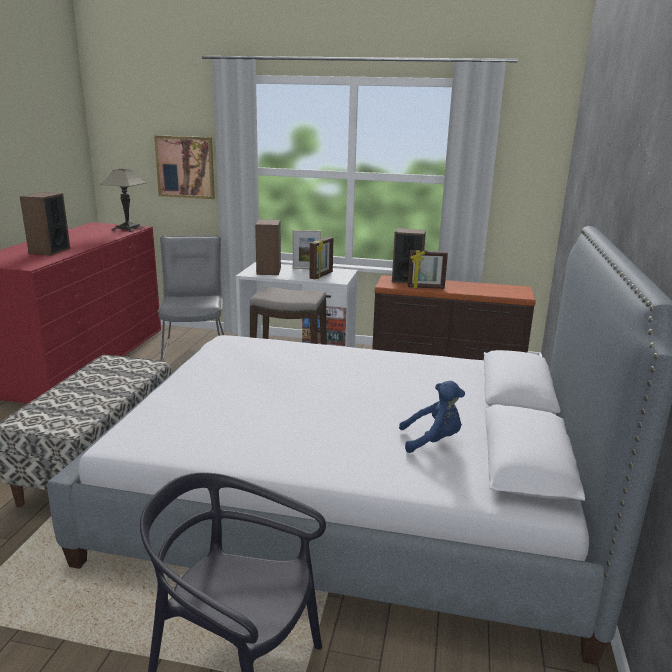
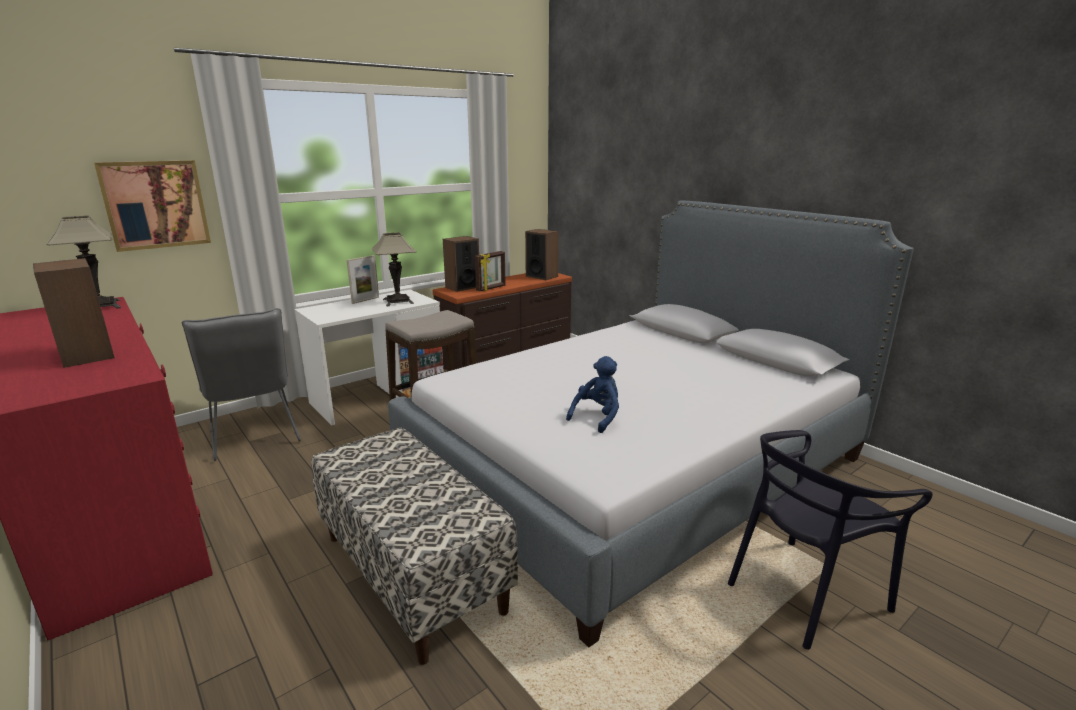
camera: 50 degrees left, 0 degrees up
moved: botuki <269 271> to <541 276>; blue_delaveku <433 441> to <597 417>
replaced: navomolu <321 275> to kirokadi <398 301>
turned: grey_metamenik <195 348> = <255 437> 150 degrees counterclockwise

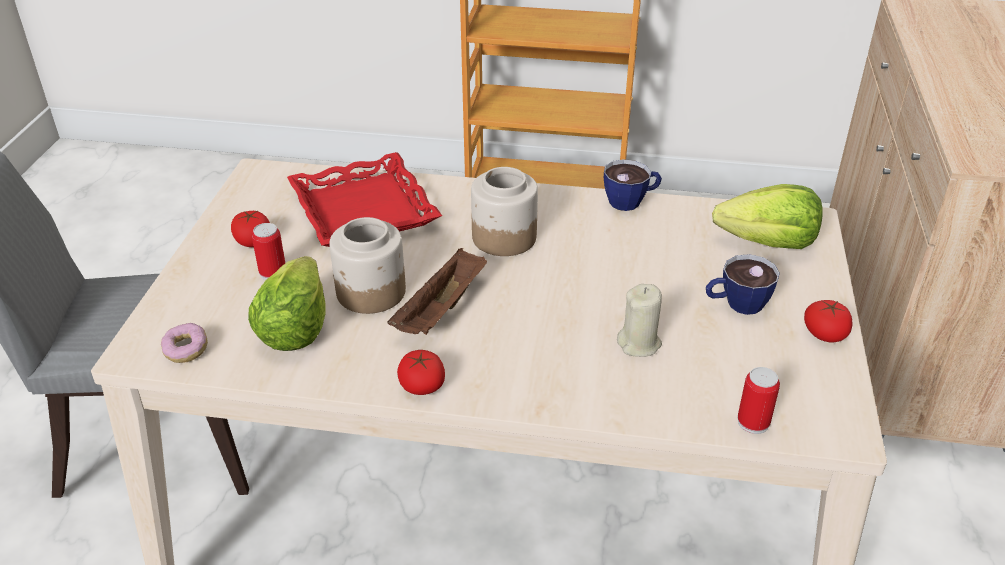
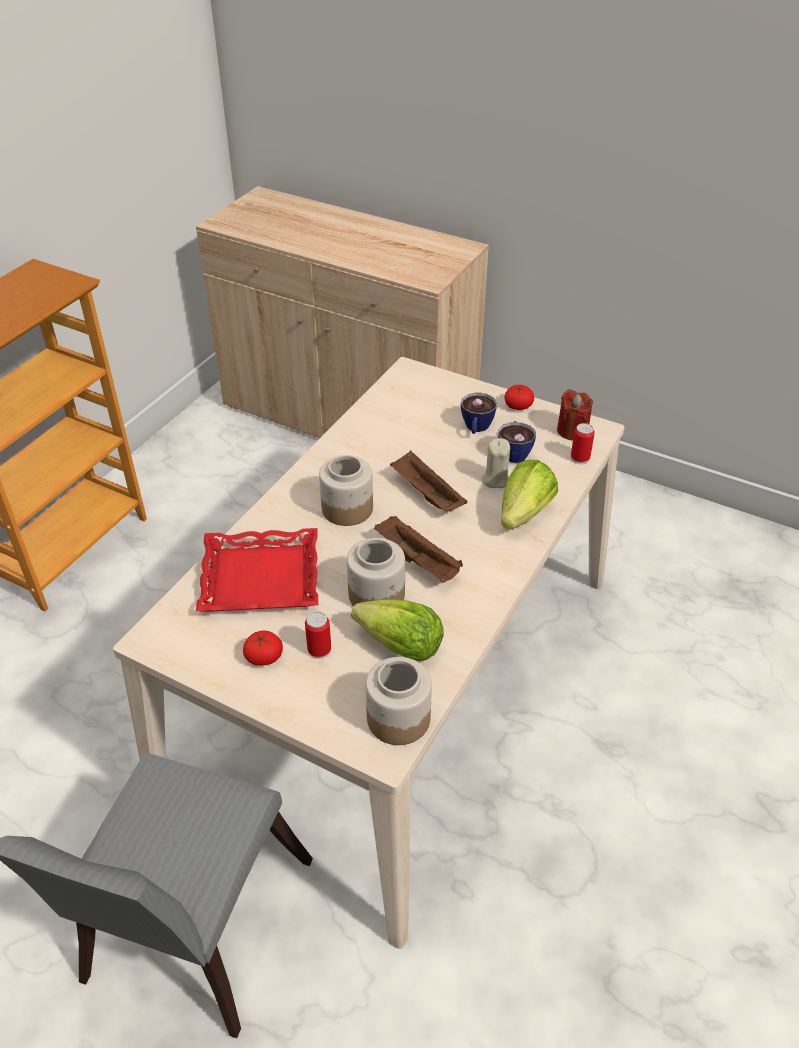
camera: 70 degrees left, 5 degrees up
removed: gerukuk <422 385>
added: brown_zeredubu <426 494>; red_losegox <572 431>
moved: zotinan <631 201> to <514 451>; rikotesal <768 243> to <524 513>
replaced: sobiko <186 350> to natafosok <398 718>

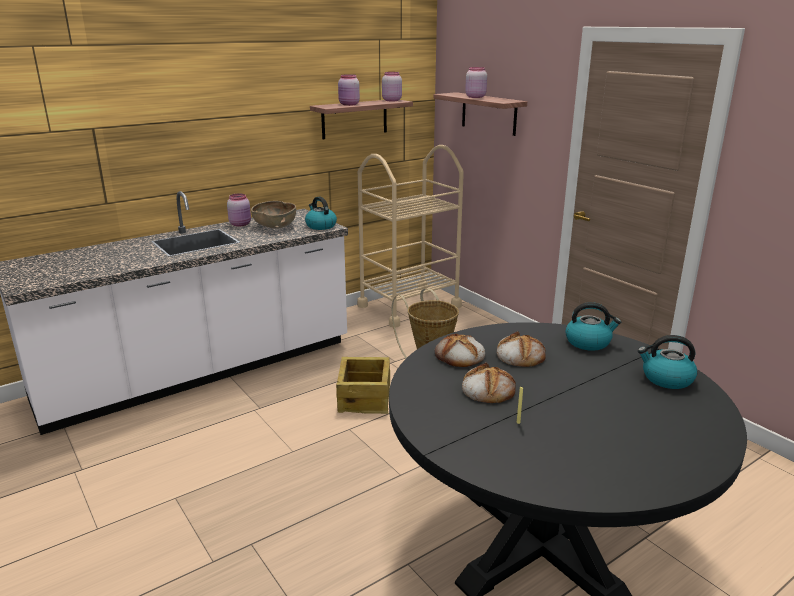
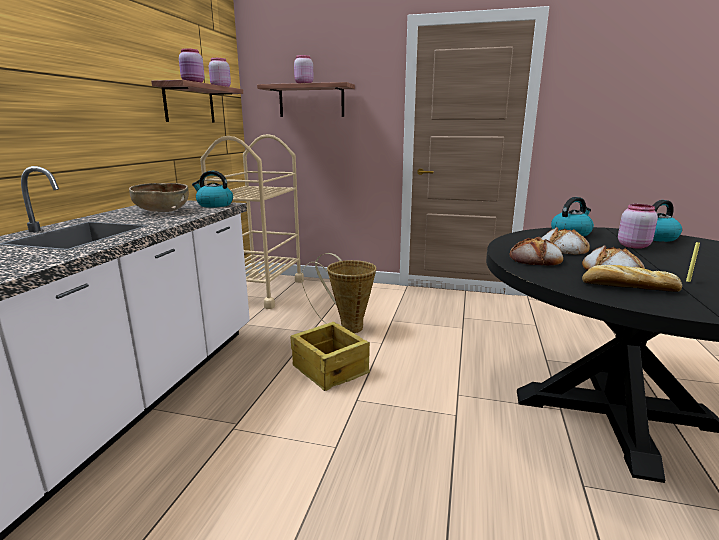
camera: 40 degrees left, 5 degrees down
added: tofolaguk <627 287>
moved: pink_natafosok <241 224> to <633 245>

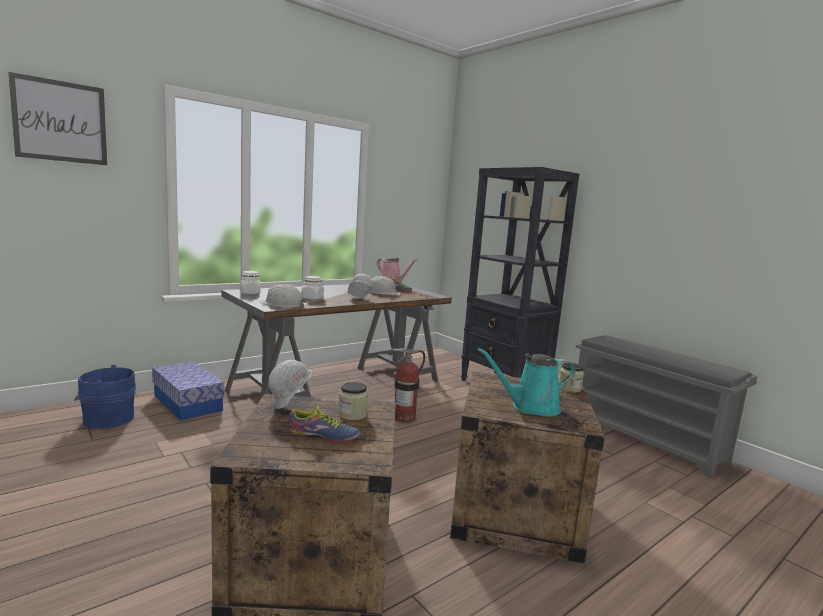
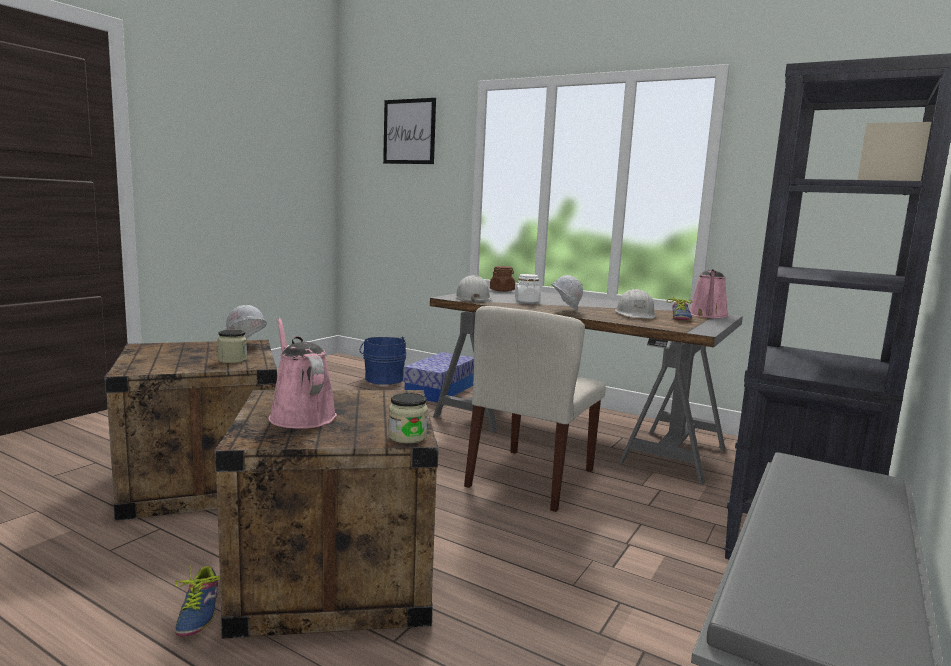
camera: 70 degrees right, 0 degrees up
moved: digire <323 436> to <195 613>
replaced: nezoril <404 417> to beige_metamenik <531 478>
recoloured: white_natafosok <250 293> to brown_natafosok <502 290>; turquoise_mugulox <531 407> to pink_mugulox <300 415>

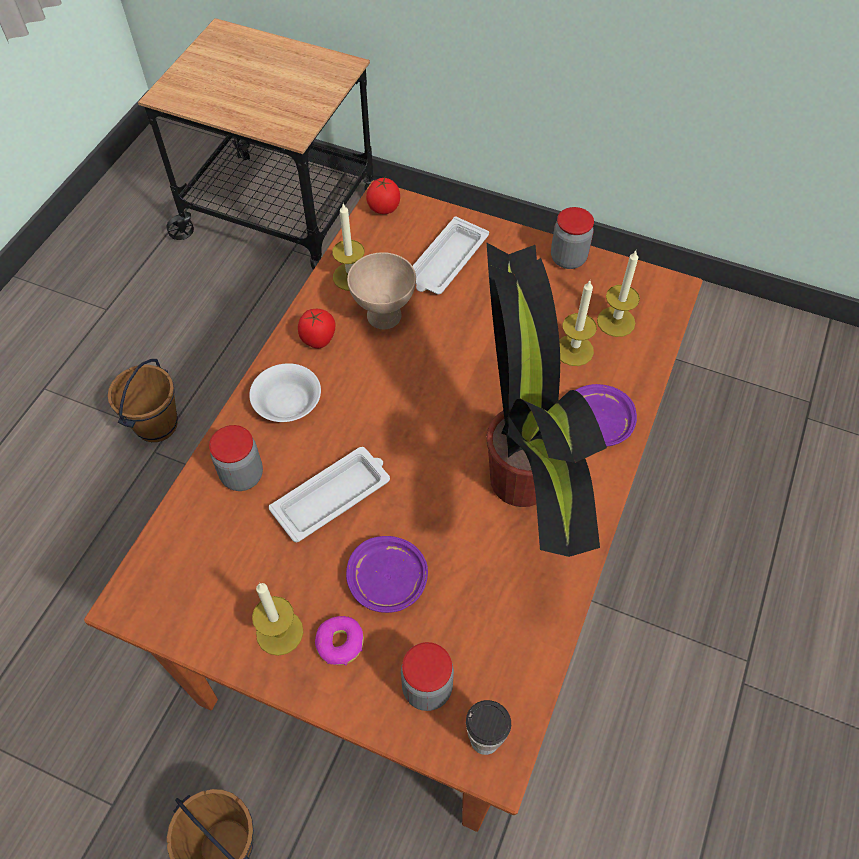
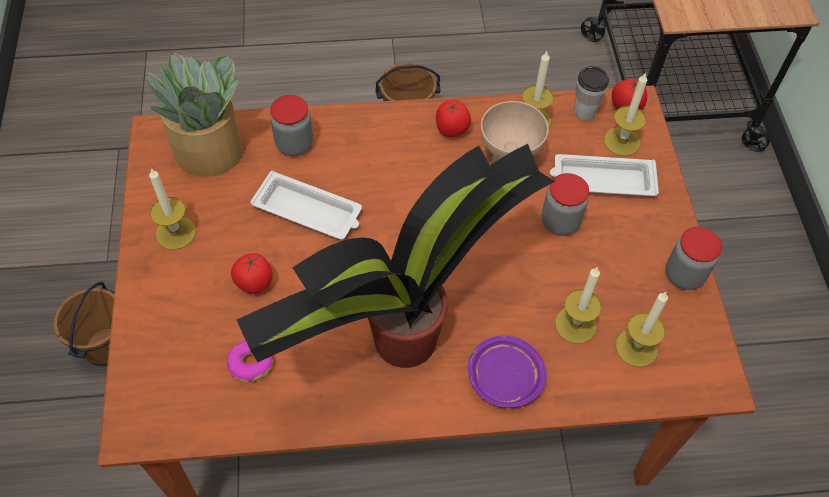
camera: 60 degrees right, 0 degrees up
removed: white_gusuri <287 403>
added: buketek <210 152>; losegox <622 141>
moved: sobiko <340 643> to <251 363>; natafosok <427 688> to <560 222>; zotinan <484 739> to <584 111>
replaced: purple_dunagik <388 580> to gerukuk <254 283>

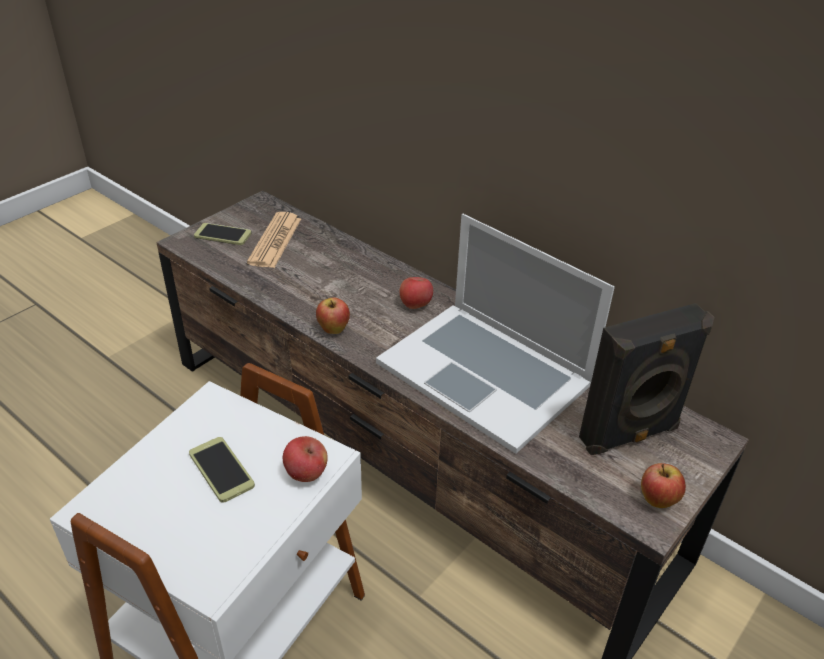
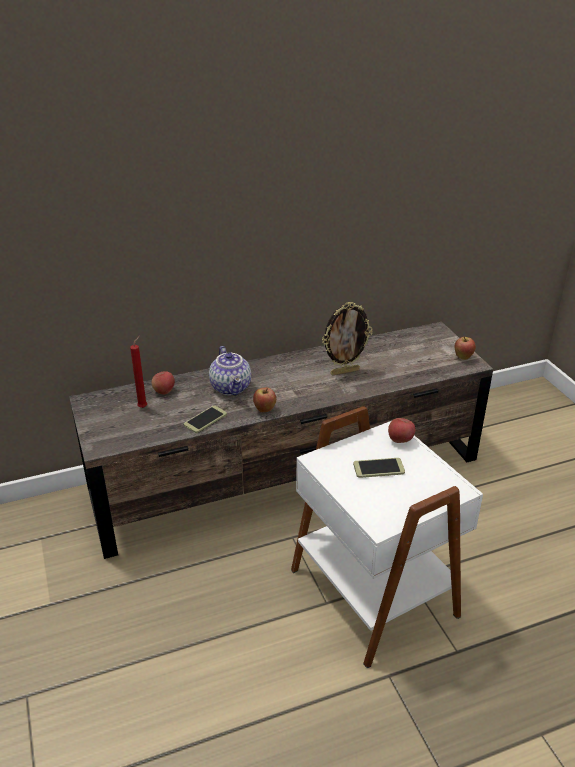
camera: 60 degrees left, 5 degrees down
removed: black_botuki <630 435>
added: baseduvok <232 388>
moved: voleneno <223 235> to <205 420>; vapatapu <415 304> to <164 391>
replaced: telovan <275 241> to red_losegox <144 407>; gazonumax <485 372> to navomolu <344 371>

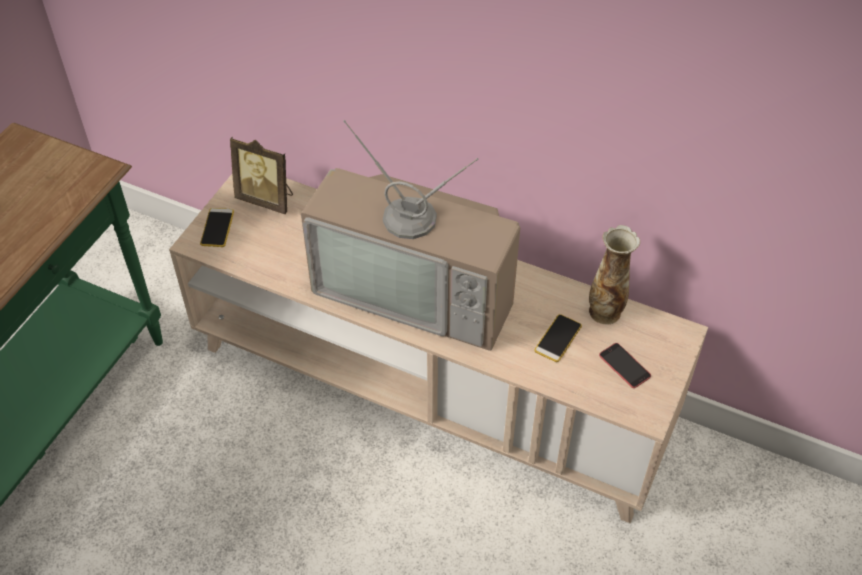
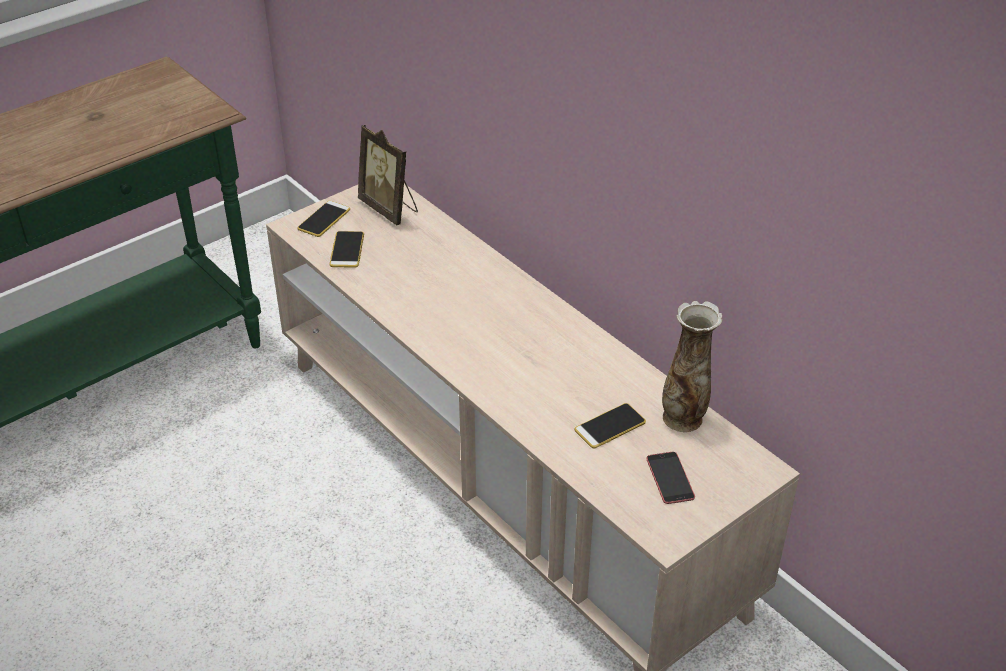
camera: 25 degrees right, 10 degrees down
removed: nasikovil <418 288>
added: voleneno <347 250>

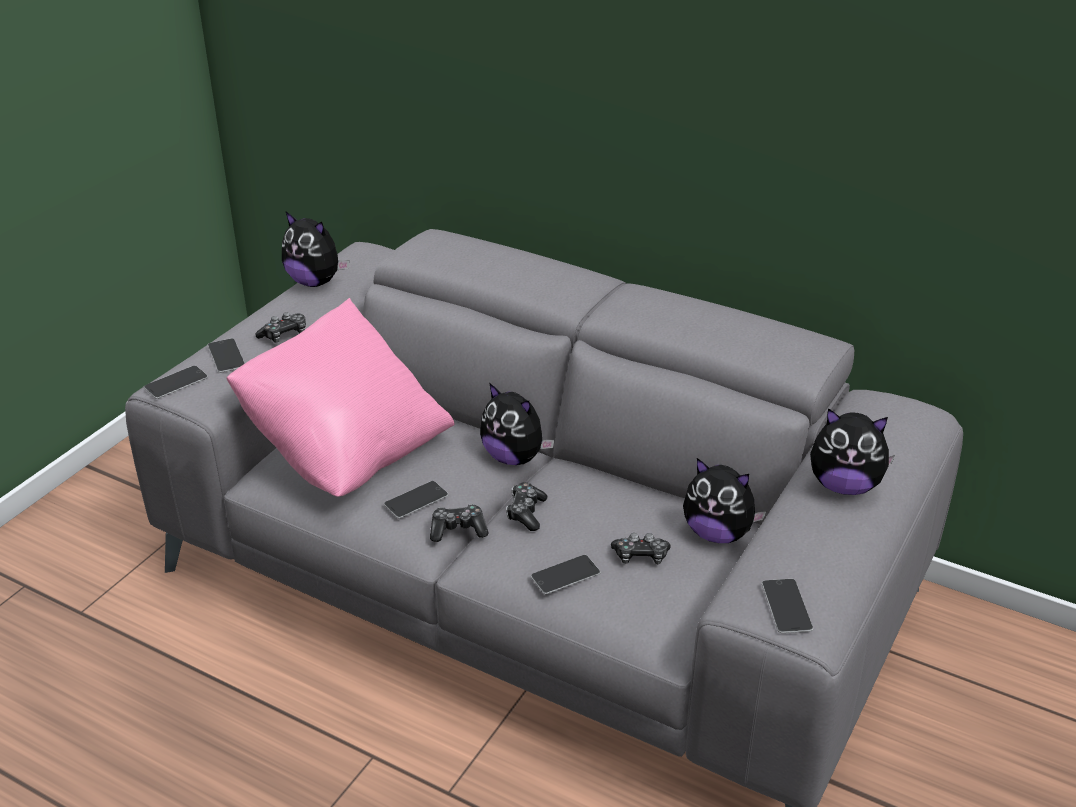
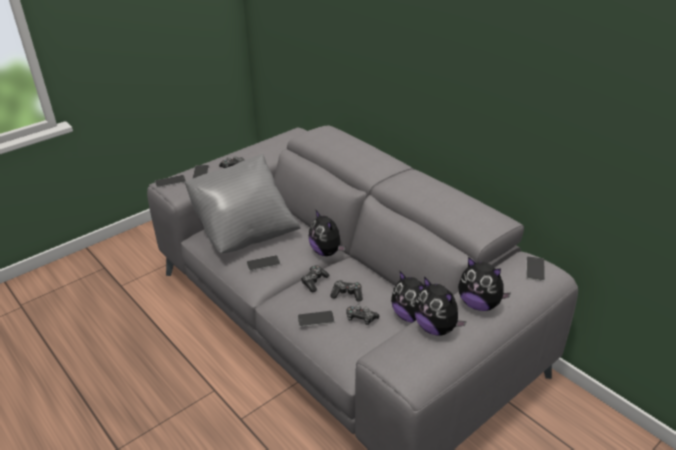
camera: 20 degrees right, 0 degrees up
moved: delaveku <315 282> to <436 327>; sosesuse <458 530> to <347 294>; voleneno <786 606> to <535 268>
recoloured: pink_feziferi <346 449> to grey_feziferi <245 230>

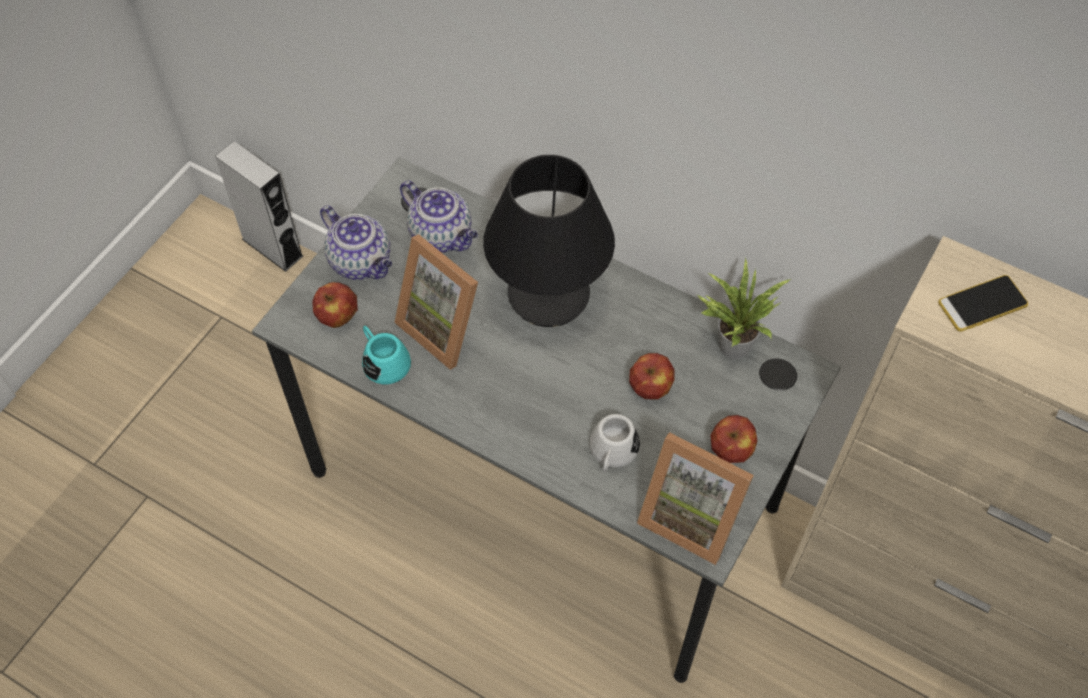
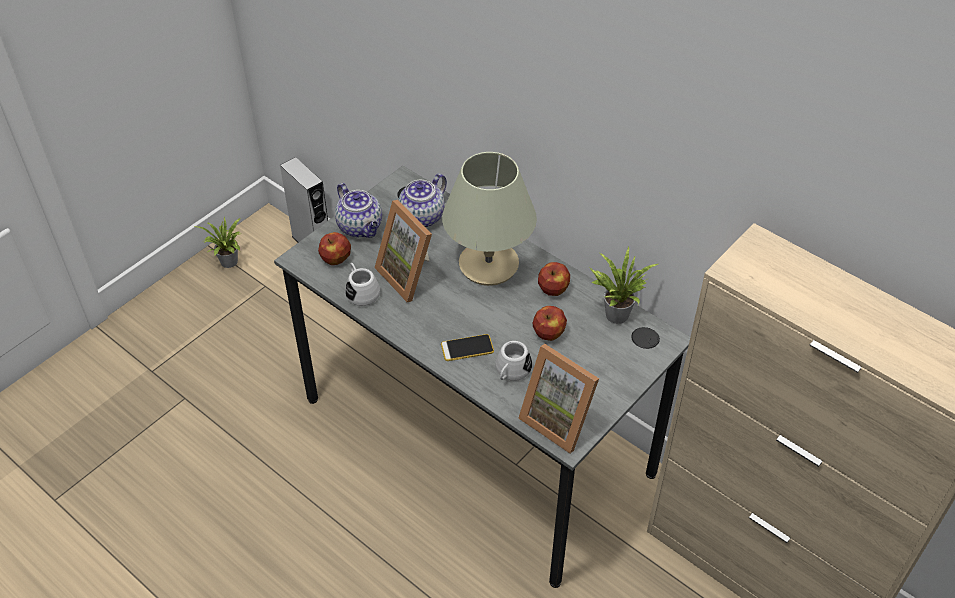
camera: 10 degrees right, 10 degrees down
added: buketek <229 263>
moved: vapatapu <731 449> to <553 289>; voleneno <982 304> to <467 348>
recoloured: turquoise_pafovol <383 361> to white_pafovol <361 291>; black_kirokadi <549 294> to beige_kirokadi <489 265>
turned: baseduvok <442 235> = <421 218> 75 degrees clockwise

